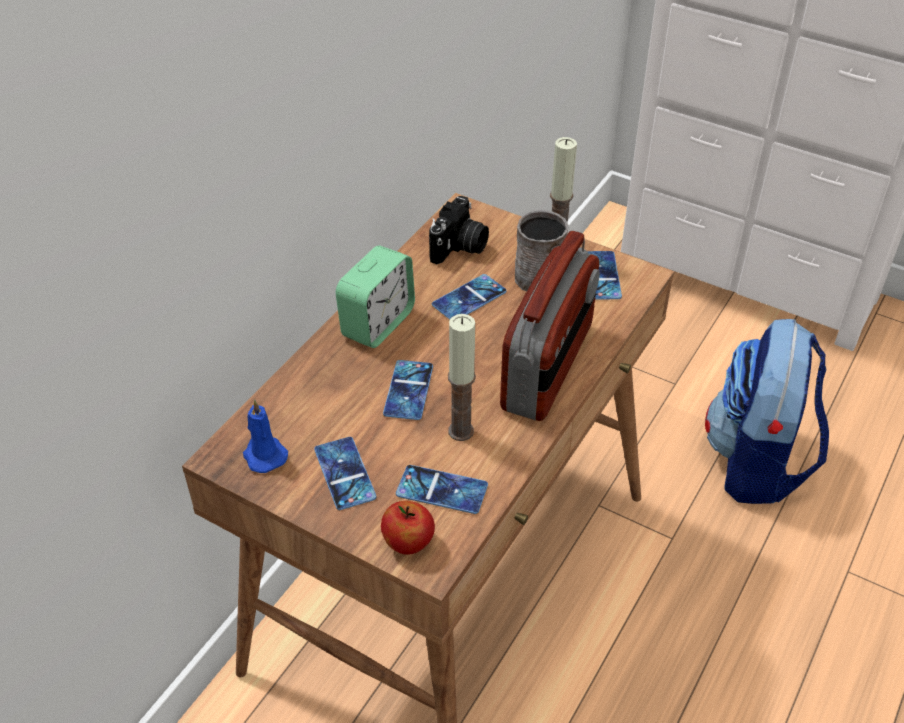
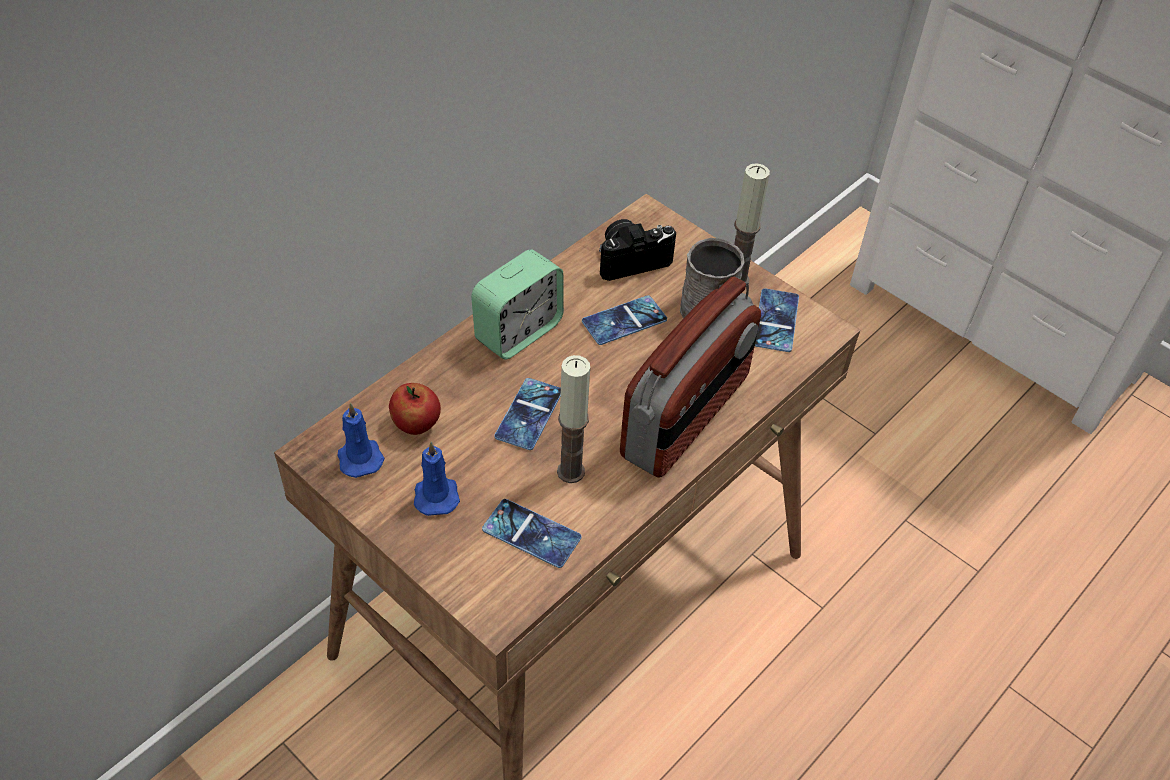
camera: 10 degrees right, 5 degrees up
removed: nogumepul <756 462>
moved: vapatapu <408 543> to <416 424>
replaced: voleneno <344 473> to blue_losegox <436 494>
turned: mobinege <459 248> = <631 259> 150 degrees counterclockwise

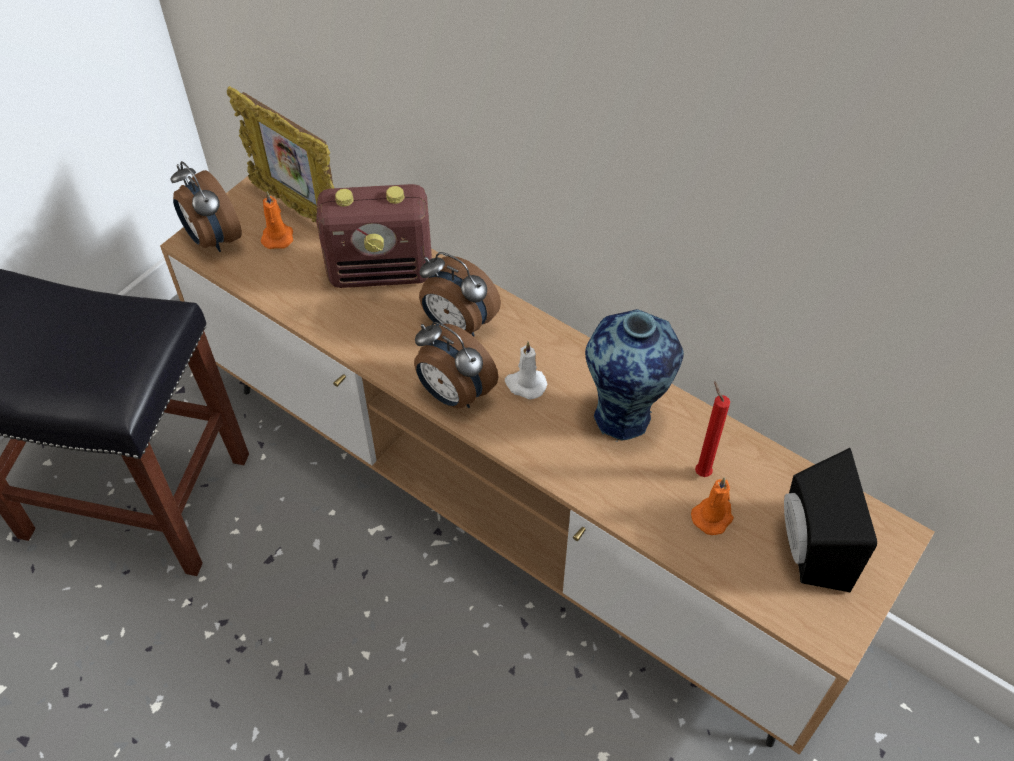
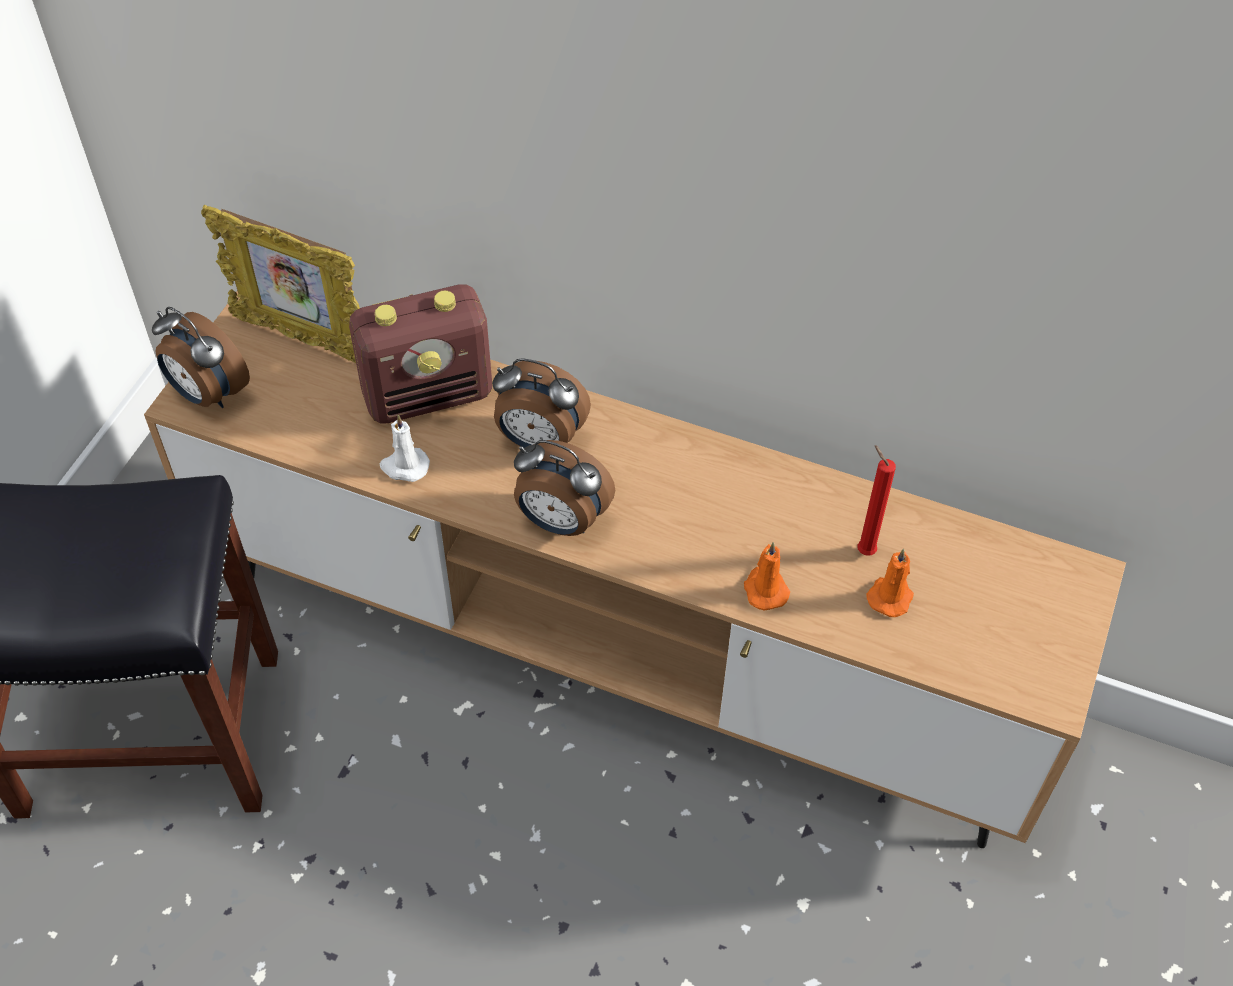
camera: 15 degrees left, 0 degrees up
removed: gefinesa <625 415>; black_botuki <807 547>
moved: orange_losegox <278 236> to <764 589>; white_losegox <525 384> to <404 466>

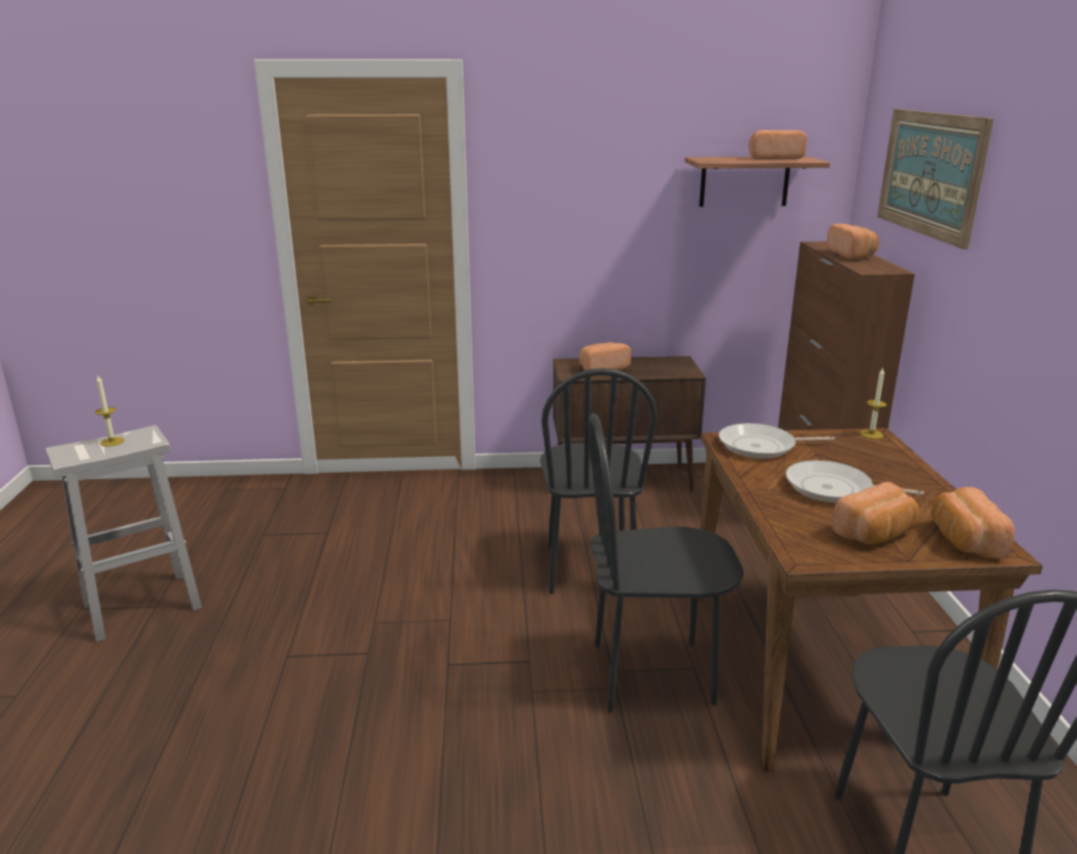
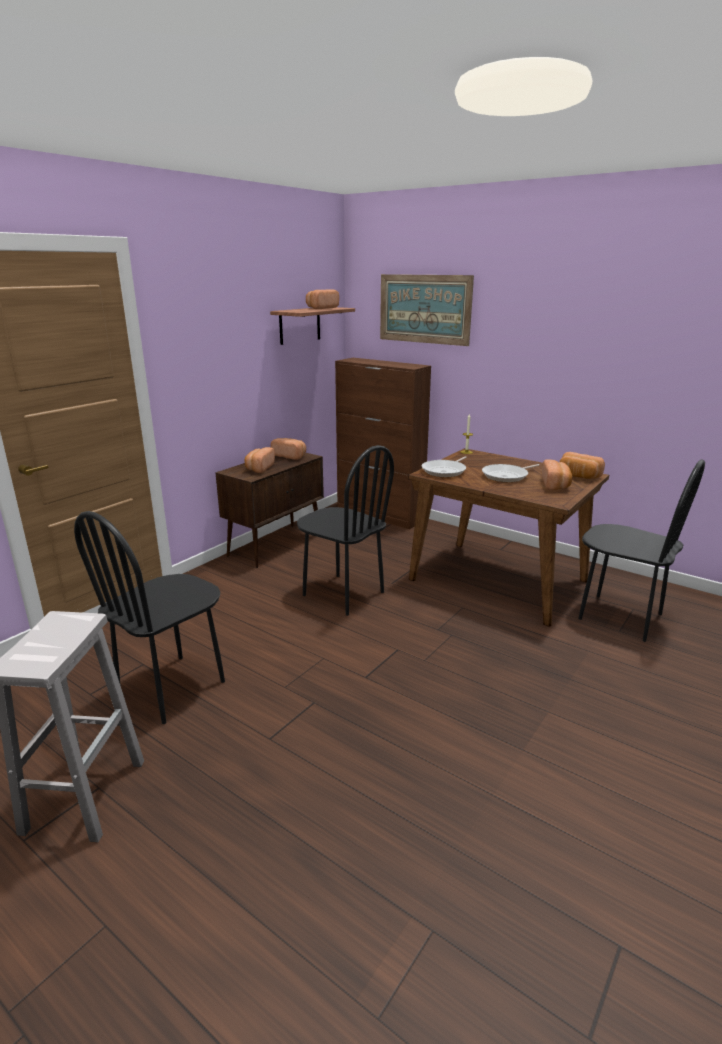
camera: 50 degrees left, 0 degrees up
removed: losegox <112 442>
moved: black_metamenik <652 674> to <172 687>; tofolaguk <852 255> to <290 456>

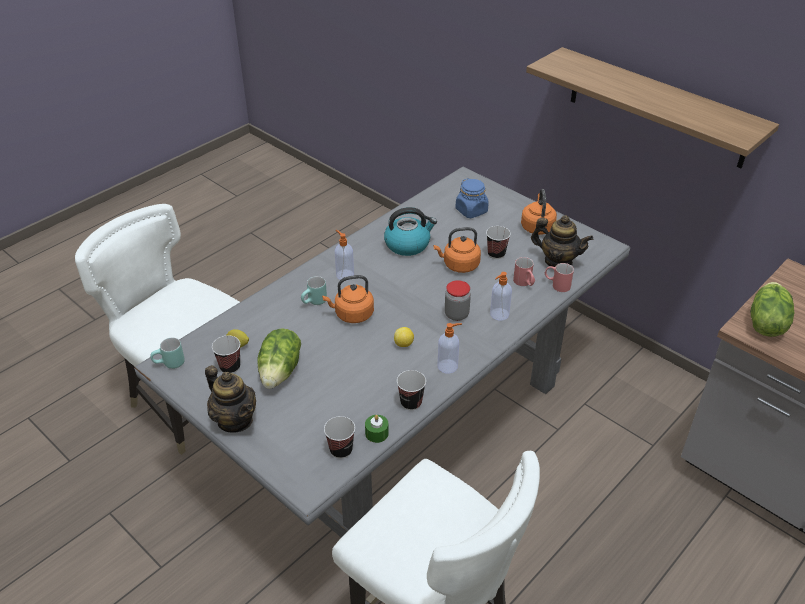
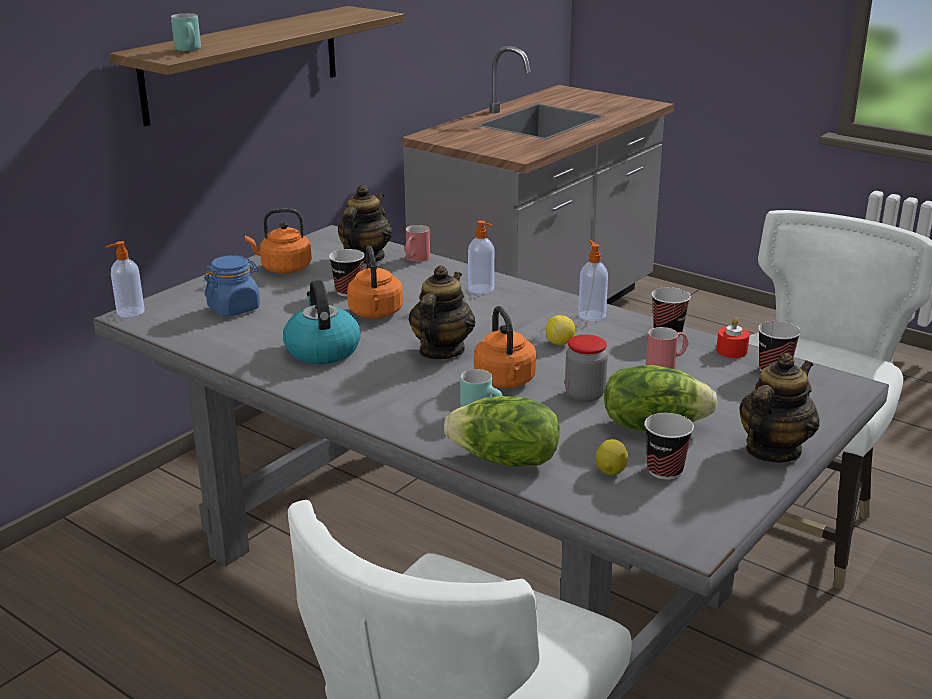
camera: 95 degrees left, 15 degrees down
added: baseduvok <441 351>
moved: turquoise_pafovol <170 365> to <191 50>; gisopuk <344 274> to <129 312>; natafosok <456 314> to <584 394>; red_pafovol <524 283> to <667 365>; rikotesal <765 323> to <505 460>
recoloured: green_losegox <377 433> to red_losegox <731 351>

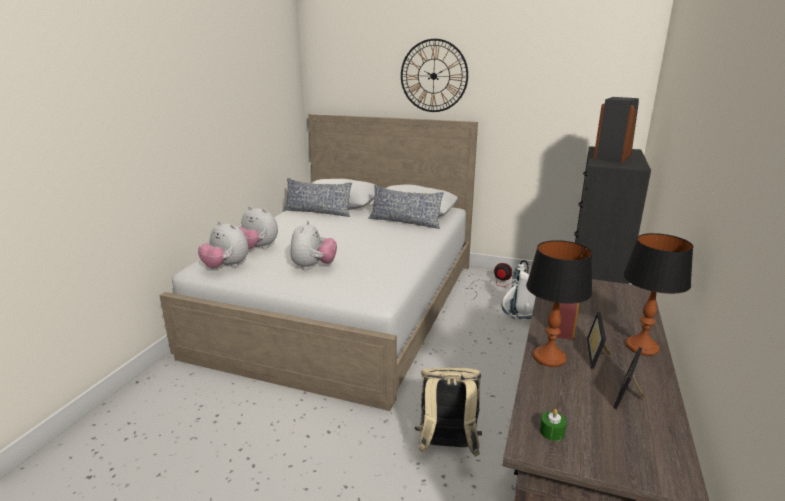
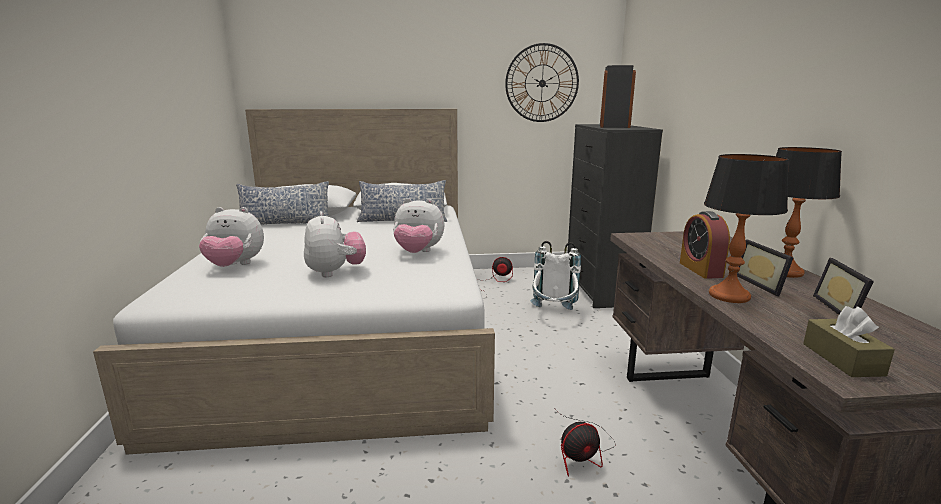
camera: 25 degrees left, 5 degrees down
moved: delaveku <226 267> to <418 253>; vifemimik <433 76> to <542 83>
replaced: beige_nogumepul <447 447> to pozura <582 451>; green_losegox <552 432> to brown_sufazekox <842 359>

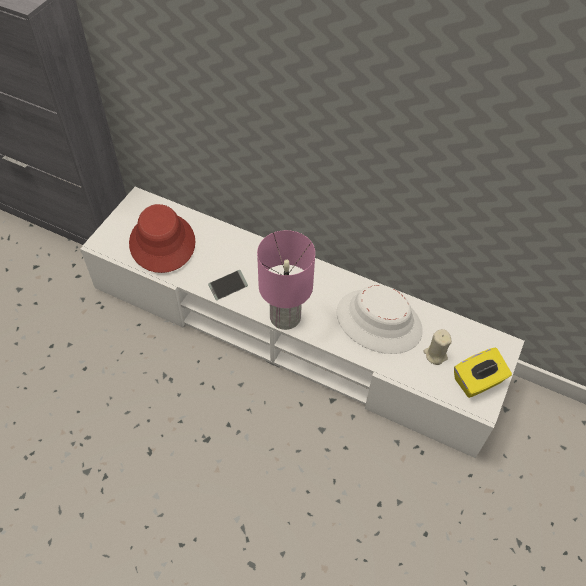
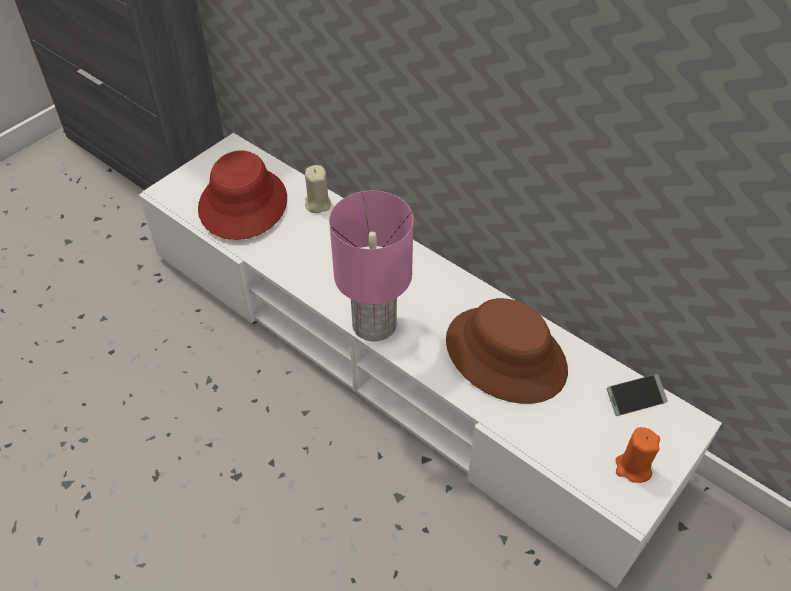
camera: 15 degrees right, 5 degrees down
moved: voleneno <228 287> to <635 398>; beige_losegox <435 355> to <317 204>
replaced: yellow_sufazekox <478 381> to orange_losegox <633 467>
recoloured: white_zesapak <379 321> to brown_zesapak <506 355>

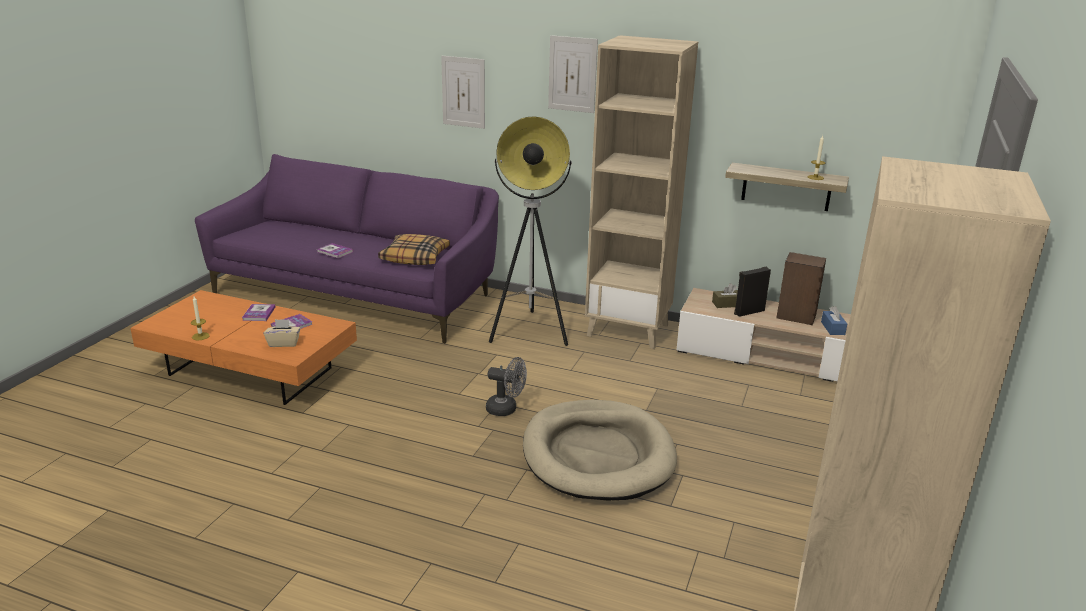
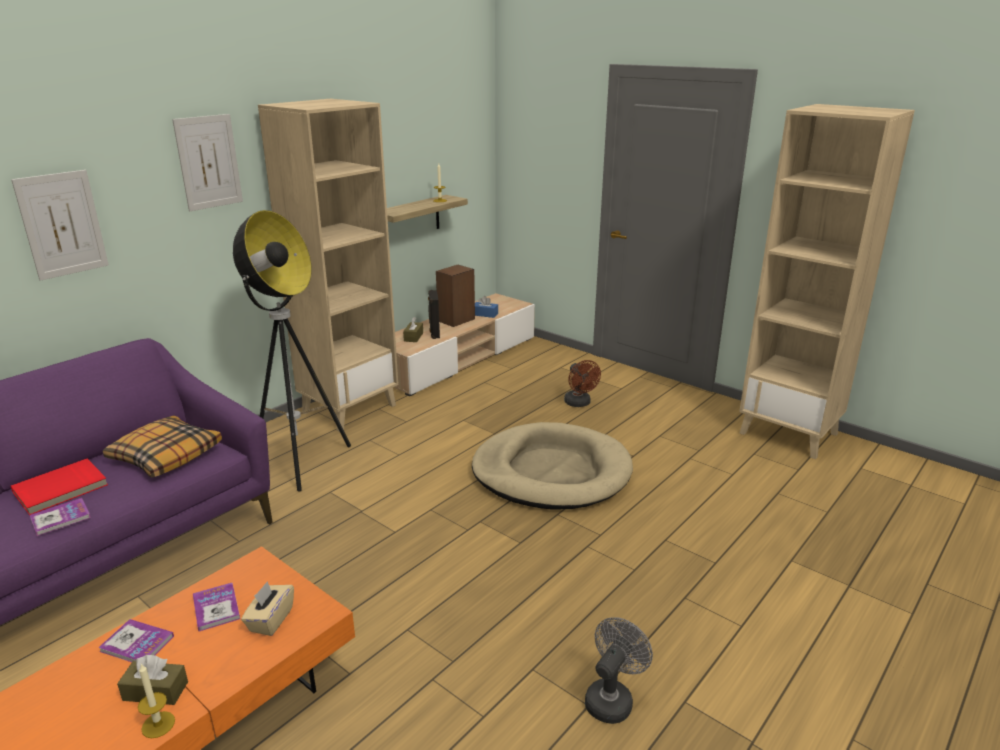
camera: 70 degrees left, 0 degrees up
added: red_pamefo <61 489>; brown_sufazekox <155 691>; brown_pozura <579 403>
moved: grey_pozura <506 409> to <612 698>

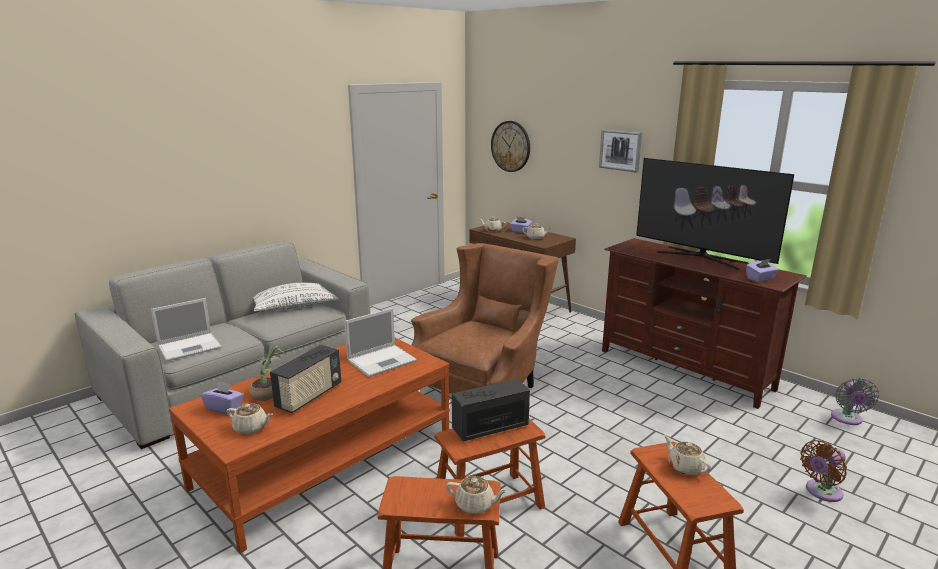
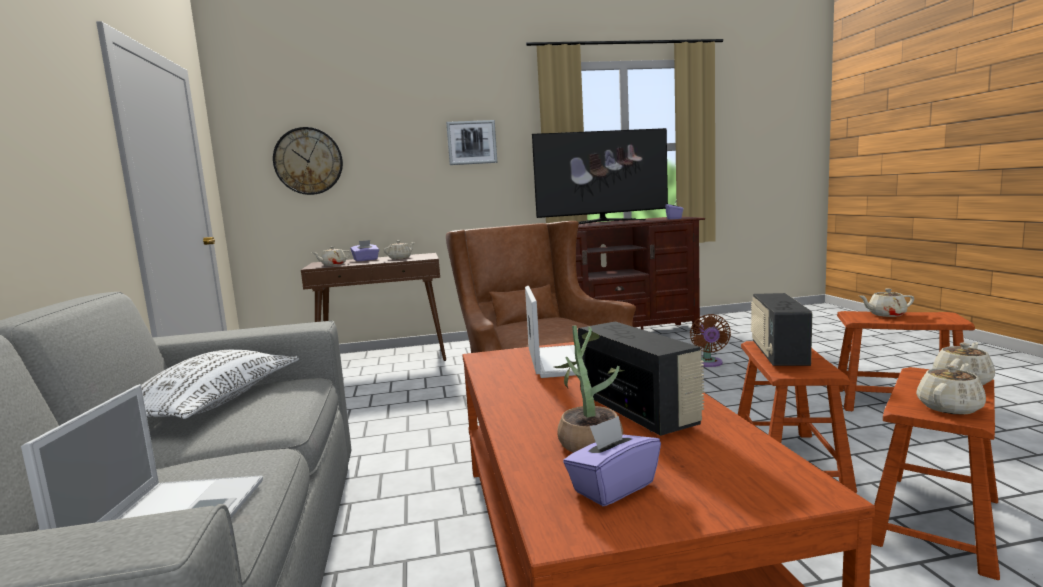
camera: 55 degrees left, 10 degrees down
removed: grey_pozura <847 419>
moved: beige_baseduvok <251 428> to <950 407>; brown_pozura <821 492> to <708 363>

